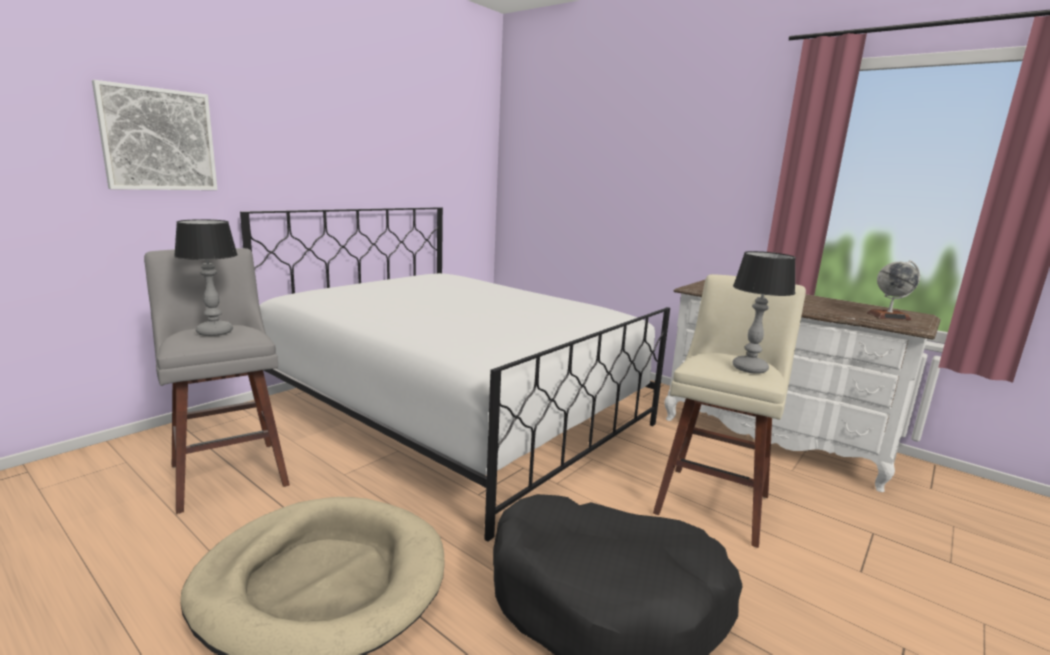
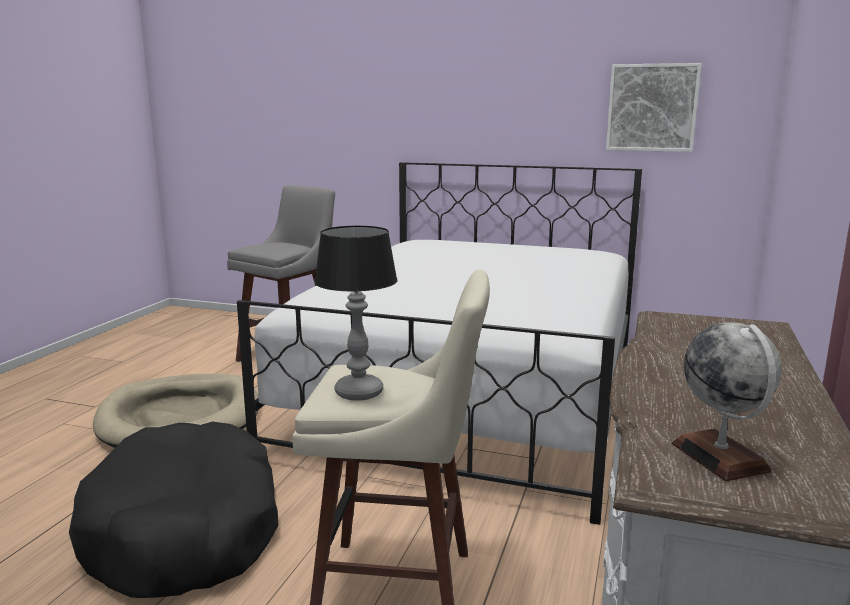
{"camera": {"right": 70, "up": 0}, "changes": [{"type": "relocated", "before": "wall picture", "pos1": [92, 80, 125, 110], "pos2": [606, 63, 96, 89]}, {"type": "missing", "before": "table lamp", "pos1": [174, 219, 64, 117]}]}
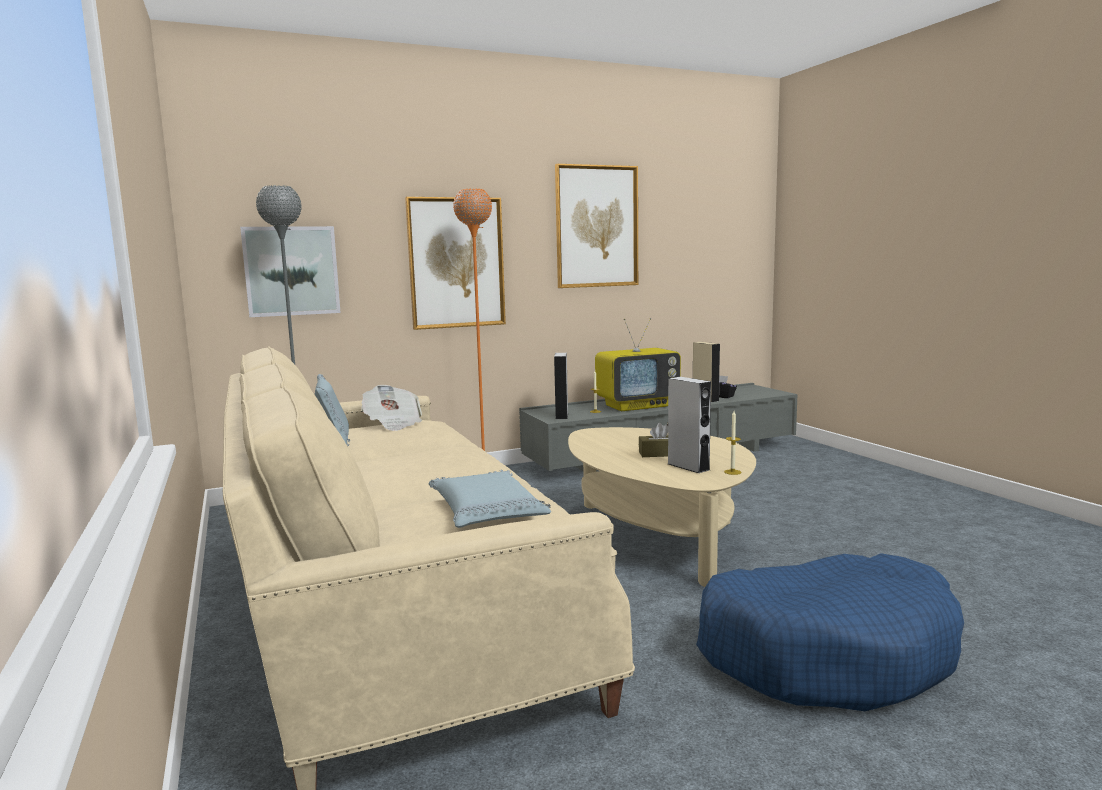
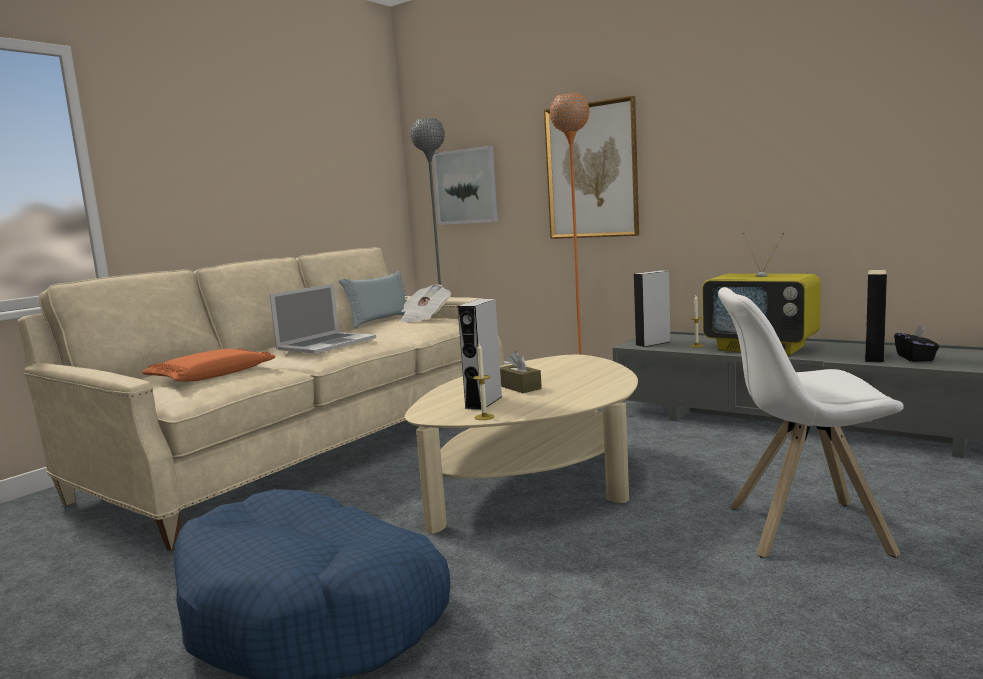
{"camera": {"right": 60, "up": 0}, "changes": [{"type": "missing", "before": "wall picture", "pos1": [555, 164, 83, 124]}, {"type": "colour", "before": "pillow (blue-coloured)", "after": "pillow (orange)", "pos1": [429, 469, 122, 59], "pos2": [142, 348, 134, 34]}, {"type": "appeared", "after": "notebook computer", "pos2": [269, 284, 107, 70]}, {"type": "appeared", "after": "upright chair (white-coloured)", "pos2": [718, 287, 186, 271]}]}
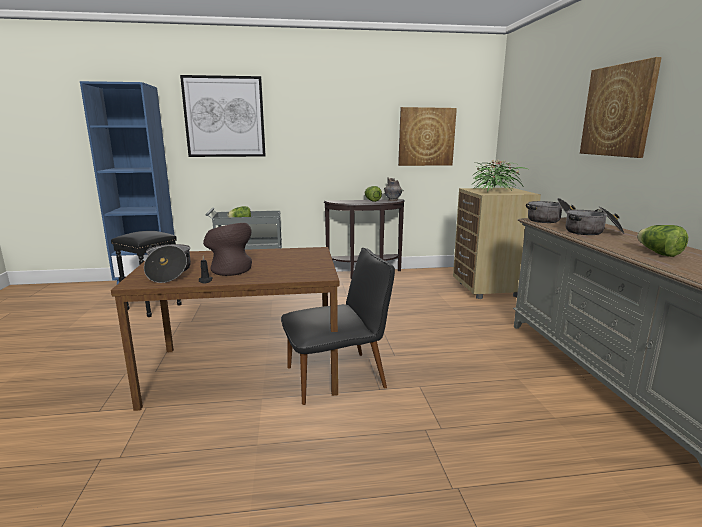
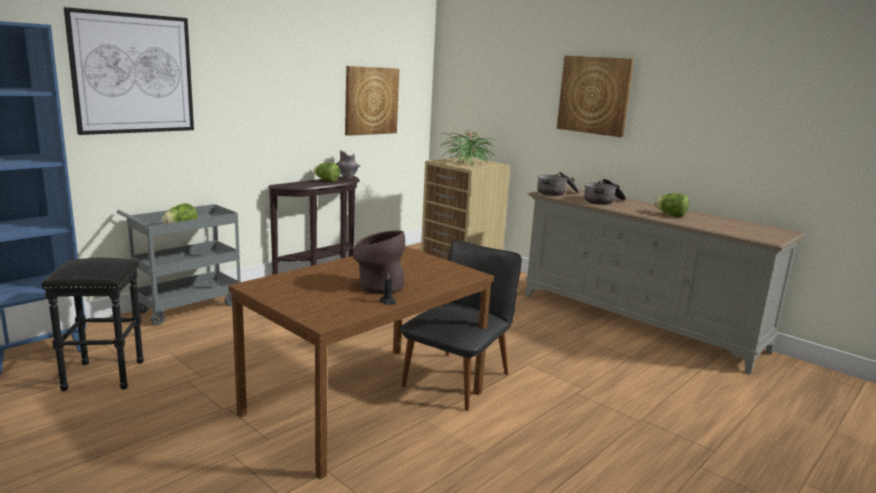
{"camera": {"right": -40, "up": 0}, "changes": [{"type": "missing", "before": "stockpot", "pos1": [144, 244, 47, 39]}]}
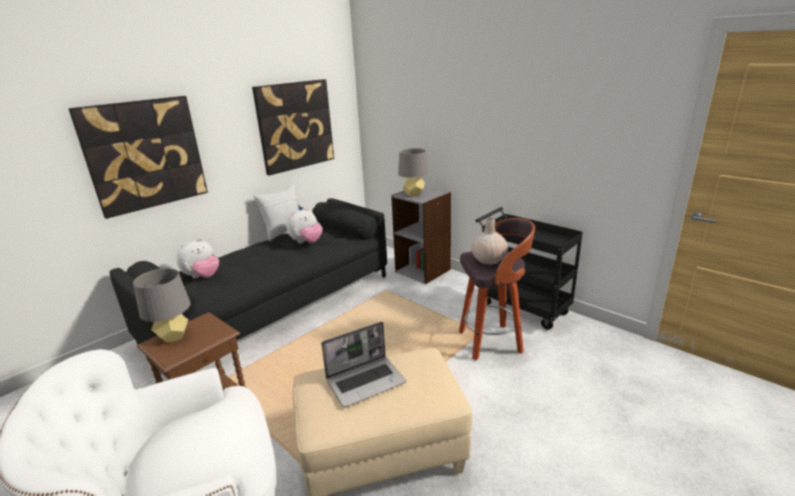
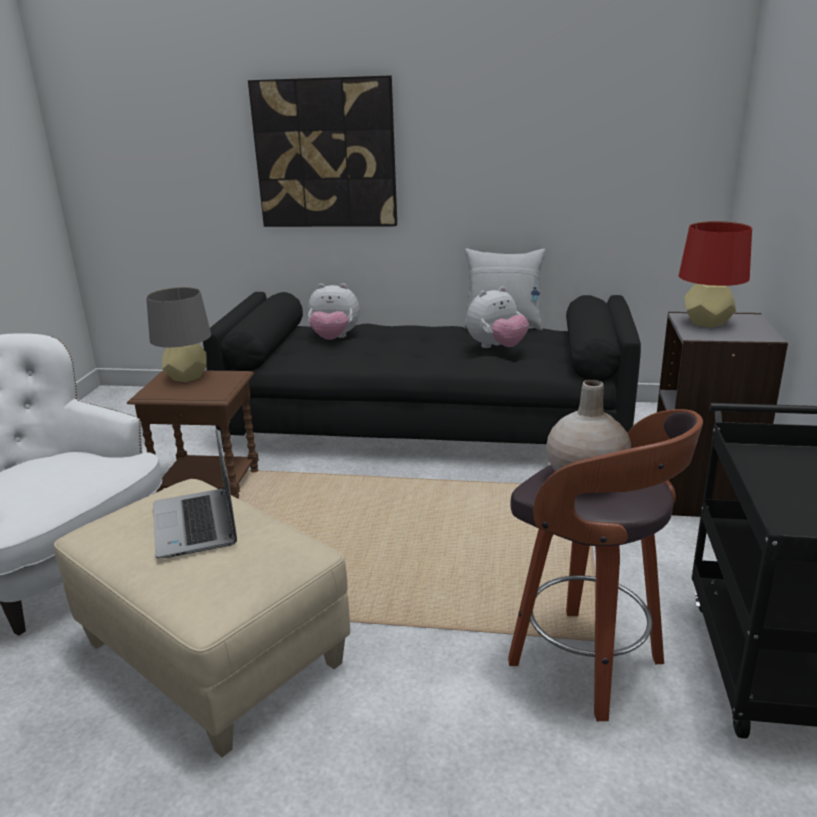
{"camera": {"right": 55, "up": 0}, "changes": [{"type": "missing", "before": "wall picture", "pos1": [252, 79, 82, 97]}, {"type": "colour", "before": "table lamp (greyish)", "after": "table lamp (red)", "pos1": [398, 148, 30, 49], "pos2": [679, 221, 73, 107]}, {"type": "spun", "before": "plush toy", "pos1": [287, 208, 36, 35], "pos2": [467, 286, 62, 62], "turn": -45}, {"type": "spun", "before": "notebook computer", "pos1": [321, 322, 85, 85], "pos2": [153, 430, 84, 128], "turn": 45}]}
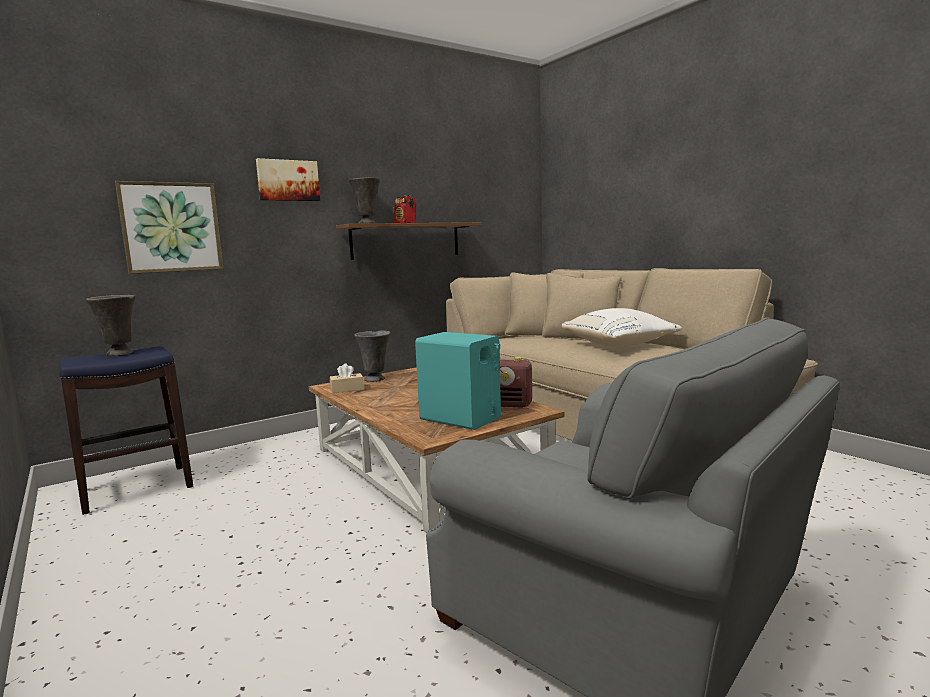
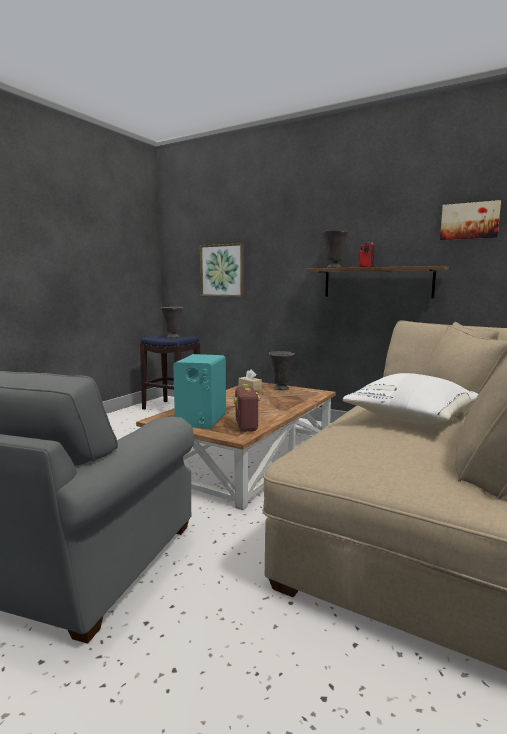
{"camera": {"right": 65, "up": 0}, "changes": [{"type": "relocated", "before": "wall picture", "pos1": [256, 158, 64, 43], "pos2": [440, 200, 61, 40]}]}
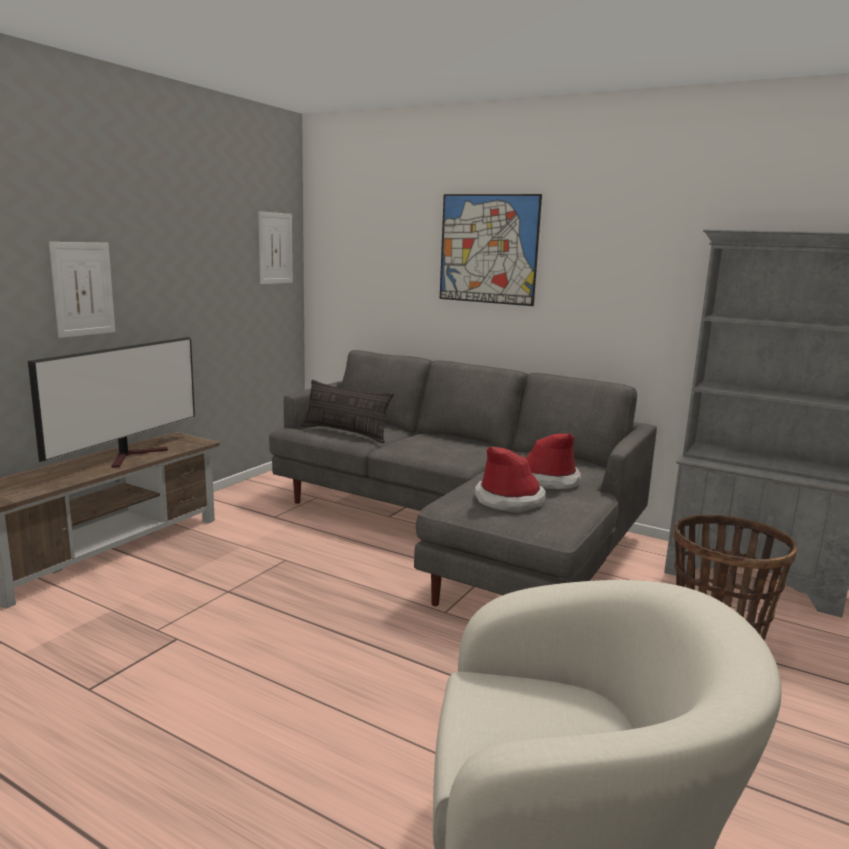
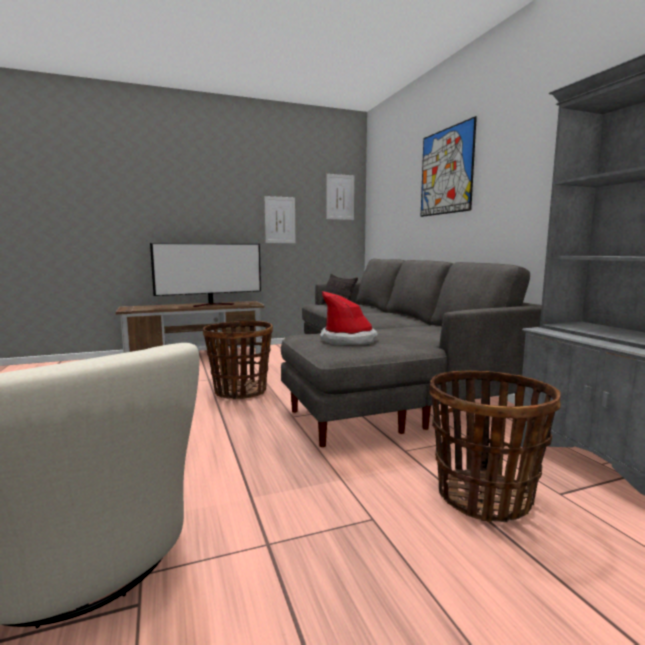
{"camera": {"right": 40, "up": -5}, "changes": [{"type": "relocated", "before": "wall picture", "pos1": [49, 242, 66, 96], "pos2": [265, 196, 30, 47]}, {"type": "missing", "before": "clothing hat", "pos1": [525, 433, 56, 56]}, {"type": "appeared", "after": "basket", "pos2": [203, 321, 70, 78]}]}
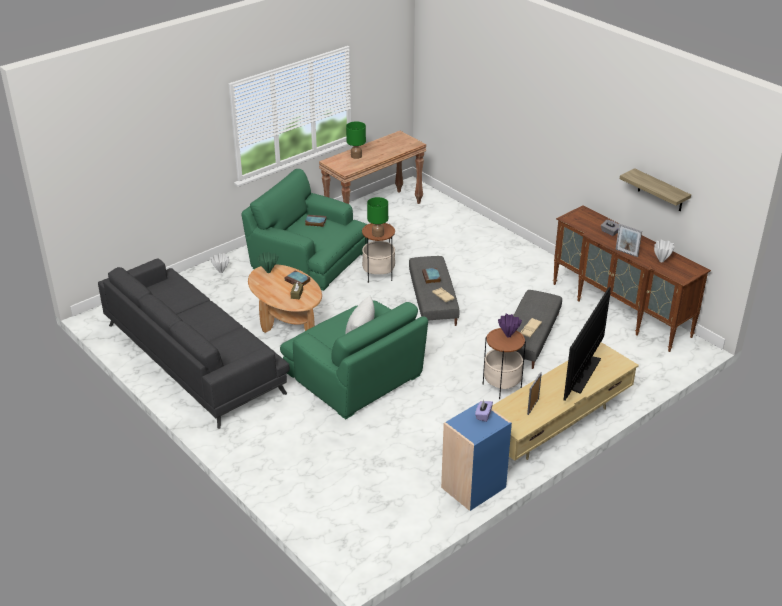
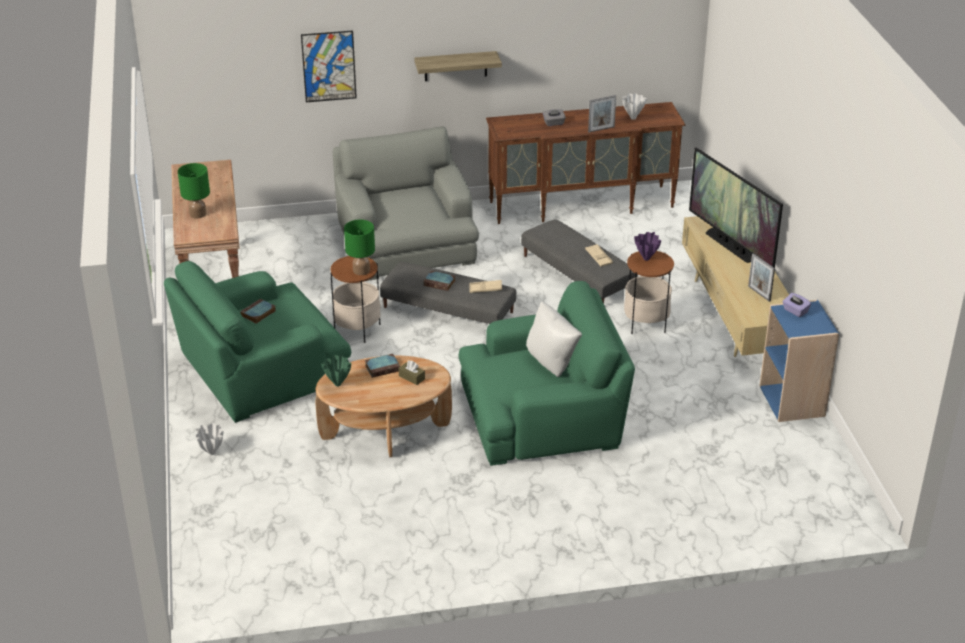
{"camera": {"right": -60, "up": 0}, "changes": [{"type": "relocated", "before": "wall shelf", "pos1": [620, 168, 71, 43], "pos2": [414, 51, 88, 30]}, {"type": "missing", "before": "couch (greyish)", "pos1": [98, 258, 192, 171]}, {"type": "appeared", "after": "wall picture", "pos2": [301, 30, 56, 72]}, {"type": "appeared", "after": "lounge chair (greyish)", "pos2": [333, 126, 146, 155]}]}
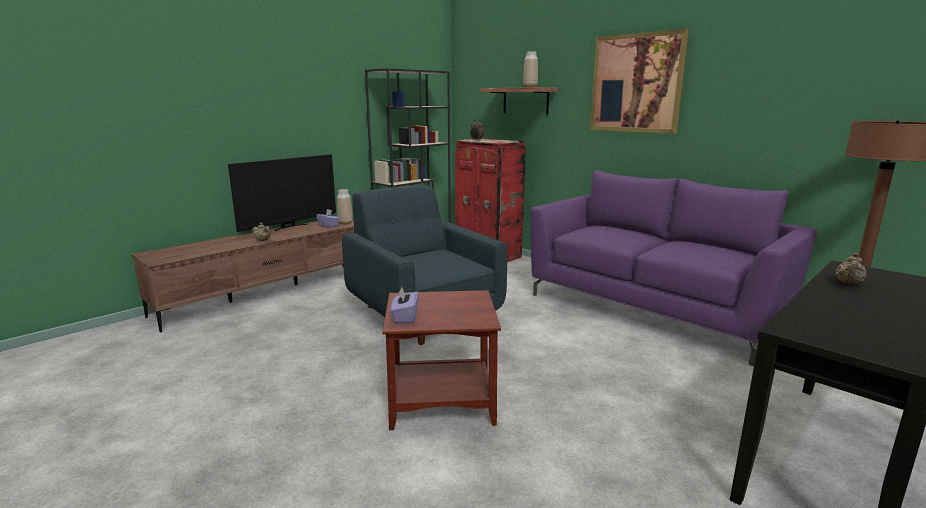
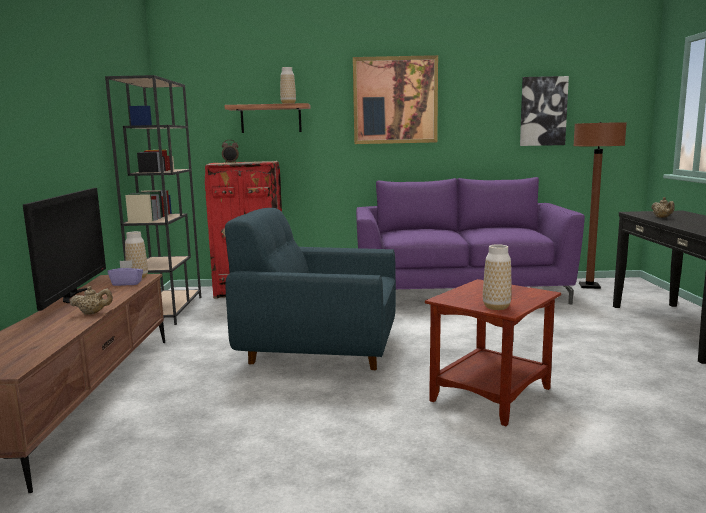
{"camera": {"right": -45, "up": -5}, "changes": [{"type": "exchanged", "before": "tissue holder (purple)", "after": "vase", "pos1": [391, 287, 27, 36], "pos2": [483, 244, 29, 66]}, {"type": "appeared", "after": "wall picture", "pos2": [520, 76, 49, 70]}]}
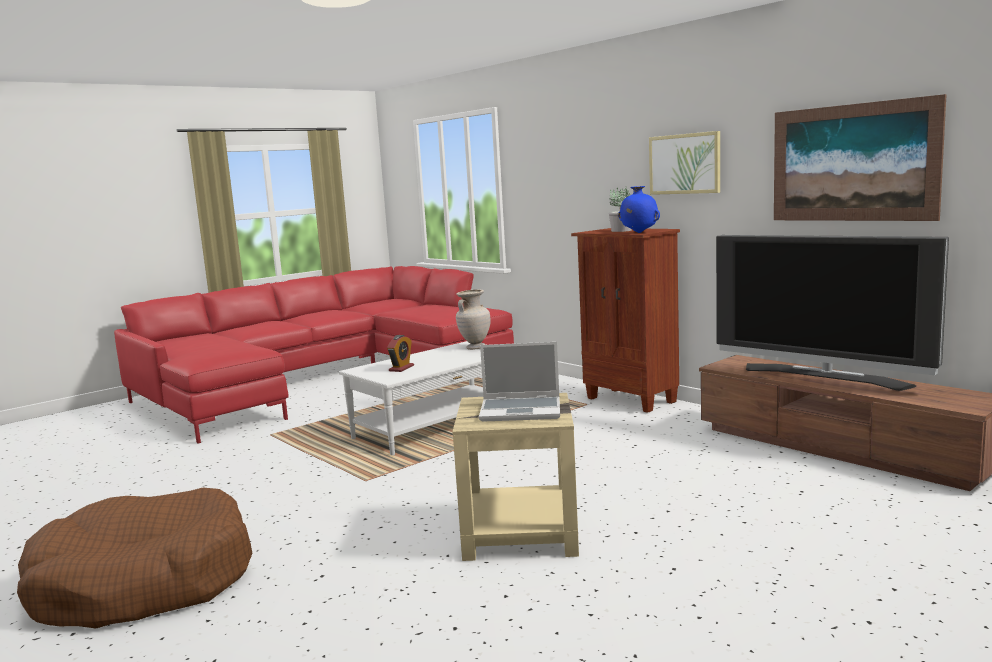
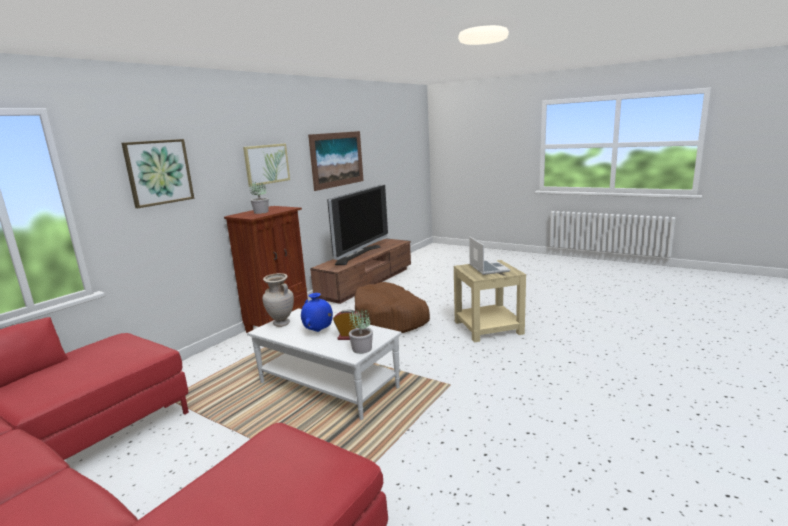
{"camera": {"right": -105, "up": 5}, "changes": [{"type": "relocated", "before": "vase (blue-coloured)", "pos1": [618, 186, 42, 47], "pos2": [301, 293, 32, 39]}, {"type": "relocated", "before": "pet bed (brown)", "pos1": [17, 488, 235, 140], "pos2": [355, 282, 75, 51]}, {"type": "appeared", "after": "wall picture", "pos2": [121, 139, 73, 69]}, {"type": "appeared", "after": "potted plant", "pos2": [349, 308, 24, 46]}]}
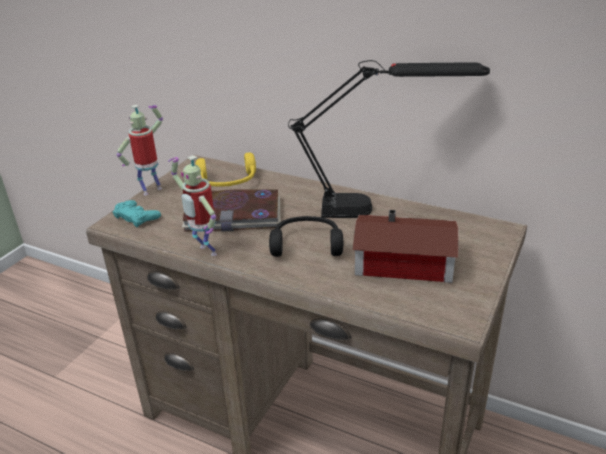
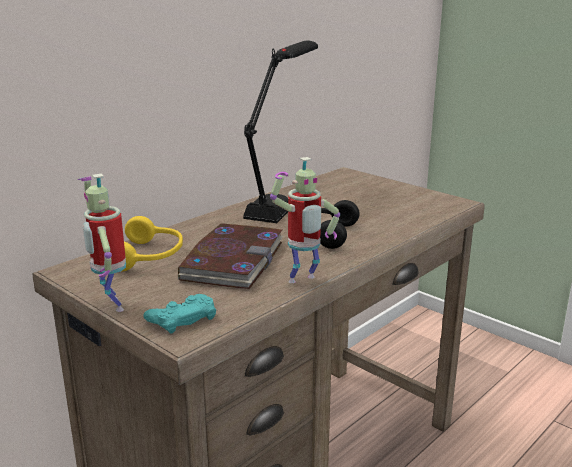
{"camera": {"right": -75, "up": -10}, "changes": [{"type": "missing", "before": "miniature house", "pos1": [352, 210, 106, 73]}]}
